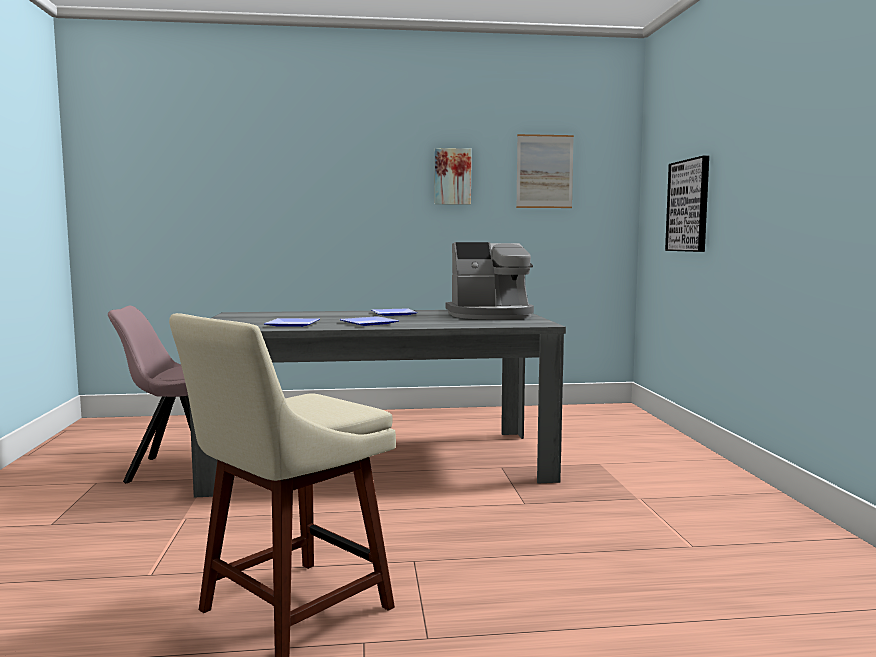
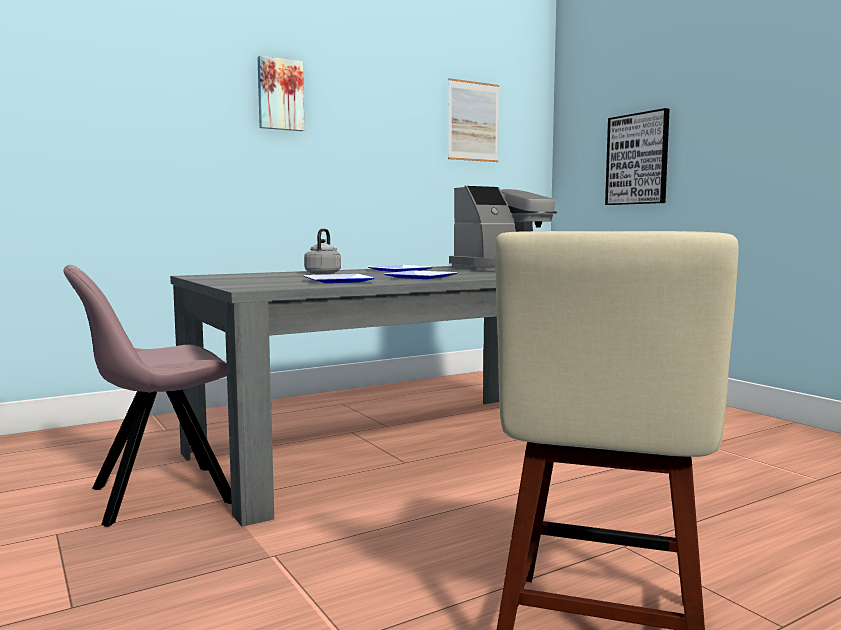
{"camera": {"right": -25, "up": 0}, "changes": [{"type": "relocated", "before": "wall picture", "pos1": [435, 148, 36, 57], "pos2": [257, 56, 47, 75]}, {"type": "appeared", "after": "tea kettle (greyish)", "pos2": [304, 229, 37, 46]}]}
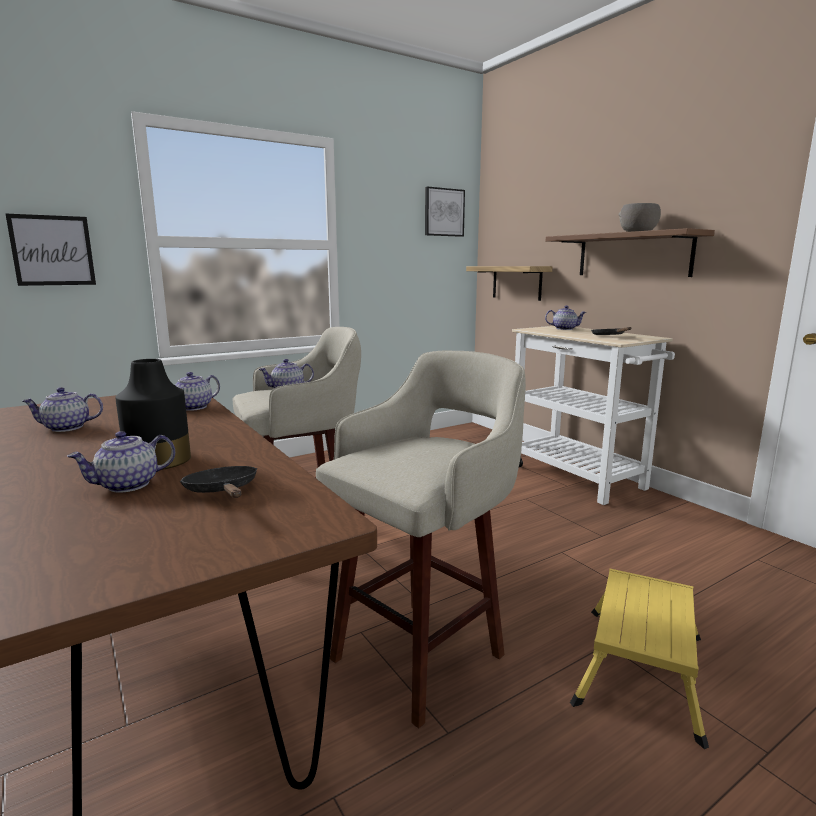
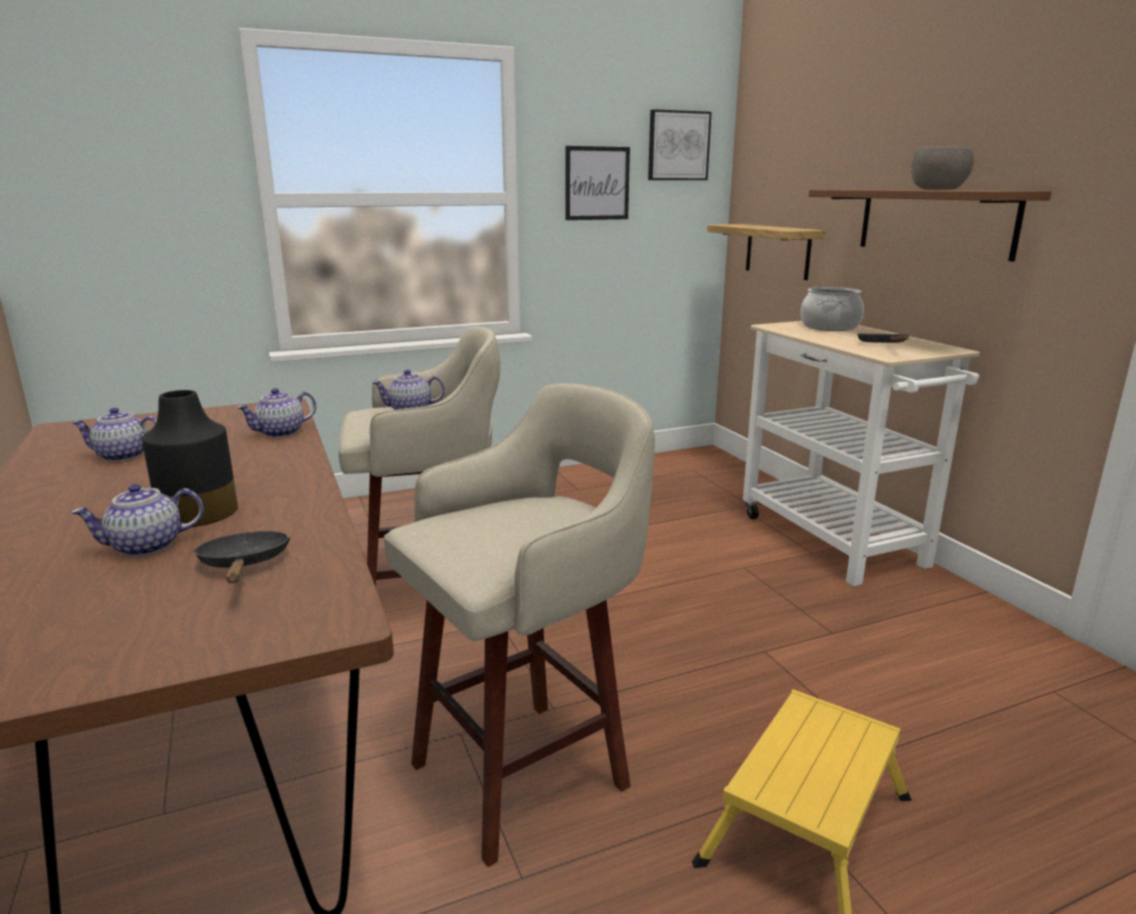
{"camera": {"right": 10, "up": 5}, "changes": [{"type": "relocated", "before": "wall picture", "pos1": [6, 214, 90, 72], "pos2": [565, 146, 65, 74]}, {"type": "exchanged", "before": "teapot", "after": "stockpot", "pos1": [545, 306, 41, 24], "pos2": [801, 287, 63, 44]}]}
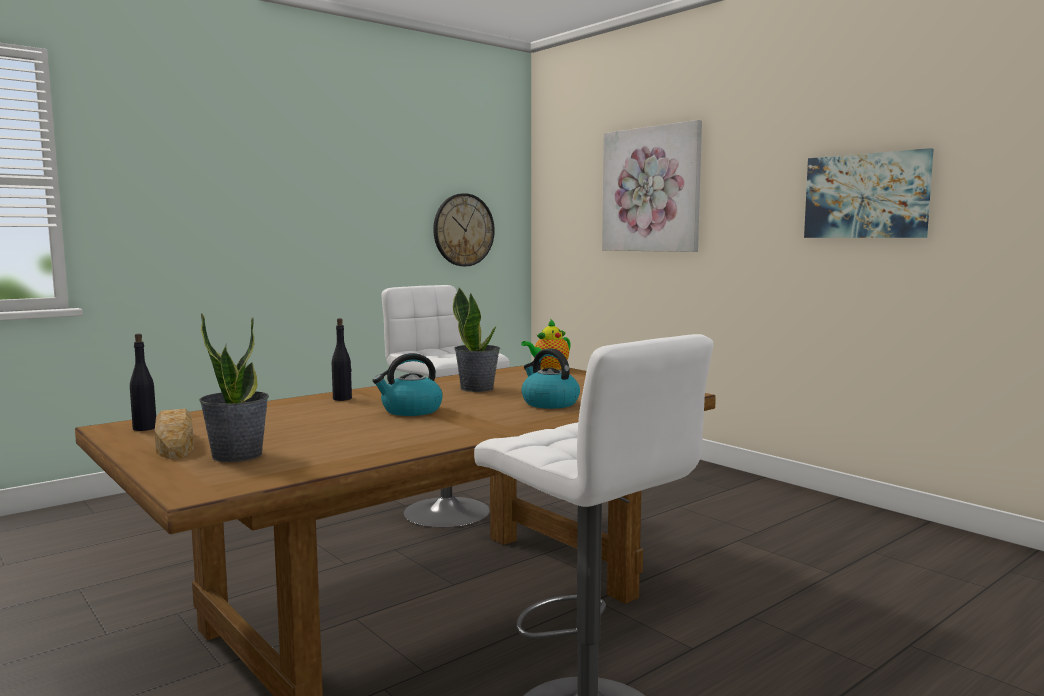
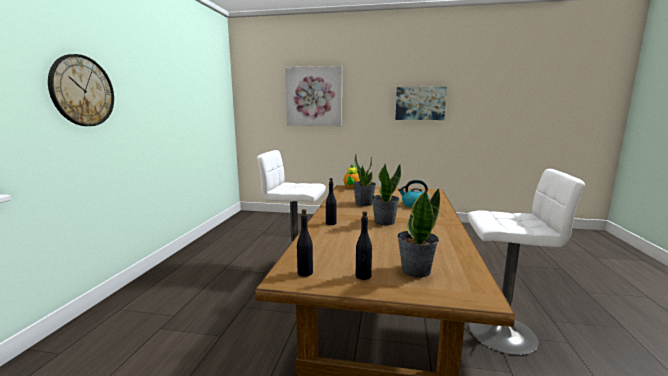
{"camera": {"right": -40, "up": 5}, "changes": [{"type": "relocated", "before": "wall clock", "pos1": [433, 193, 62, 73], "pos2": [48, 54, 66, 72]}, {"type": "exchanged", "before": "tea kettle", "after": "potted plant", "pos1": [372, 353, 71, 63], "pos2": [371, 164, 30, 62]}, {"type": "exchanged", "before": "bakery bread", "after": "drink bottle (black-coloured)", "pos1": [155, 409, 39, 50], "pos2": [356, 211, 16, 69]}]}
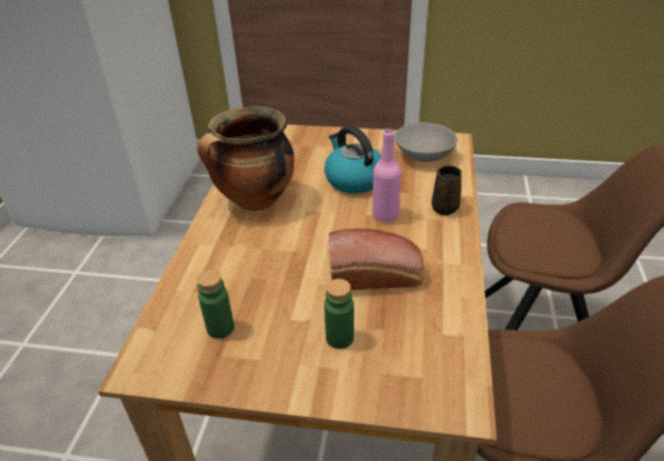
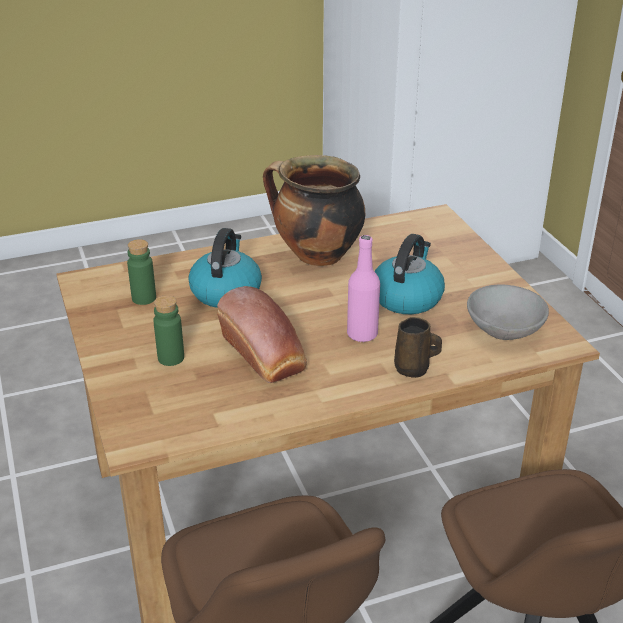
{"camera": {"right": 60, "up": -5}, "changes": [{"type": "appeared", "after": "tea kettle", "pos2": [188, 228, 74, 80]}]}
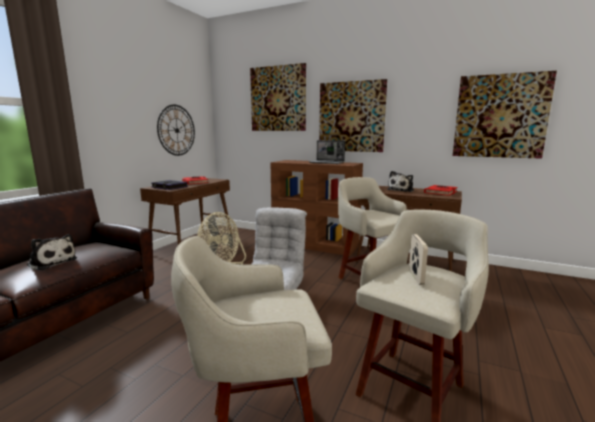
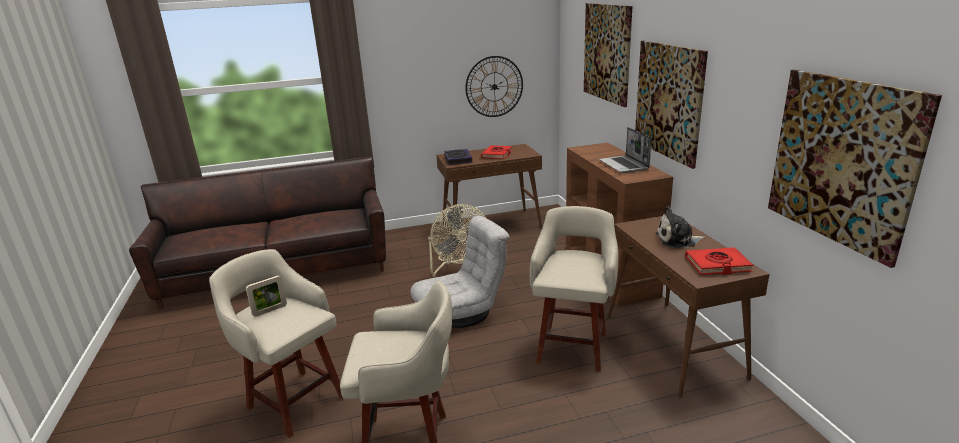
{"camera": {"right": 50, "up": 10}, "changes": [{"type": "missing", "before": "plush toy", "pos1": [27, 234, 50, 36]}, {"type": "relocated", "before": "standing frame", "pos1": [409, 234, 19, 51], "pos2": [246, 275, 41, 42]}]}
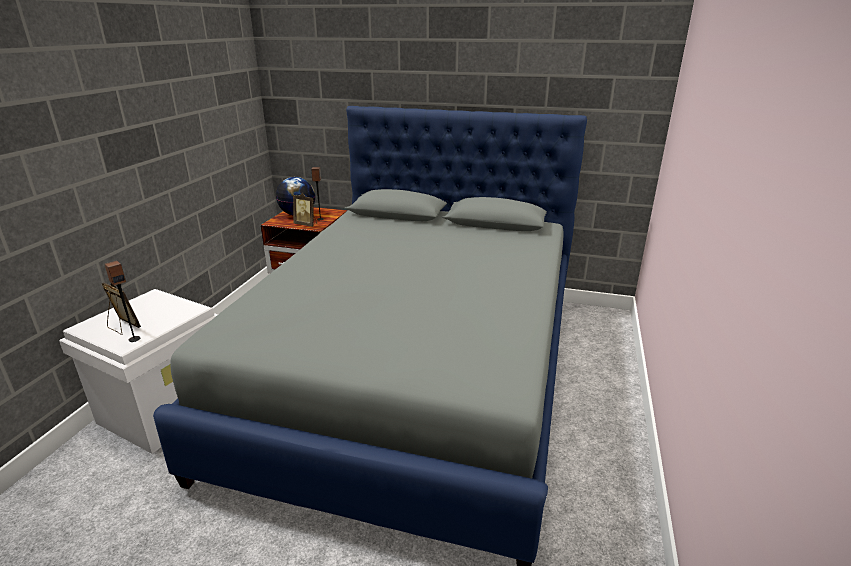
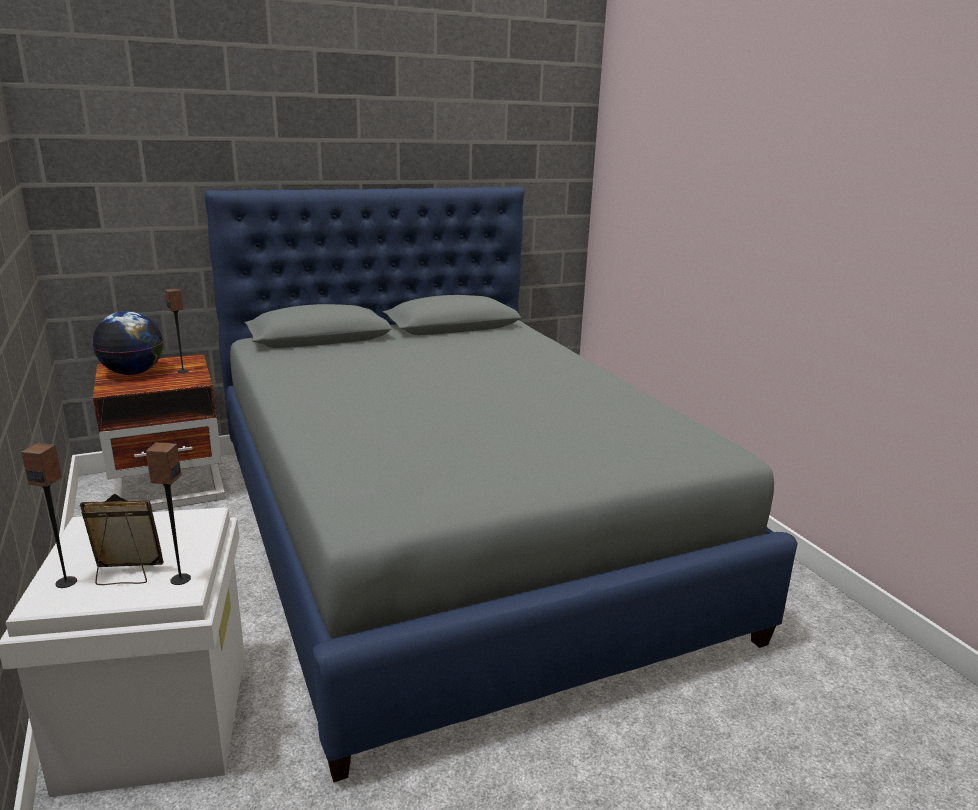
{"camera": {"right": -40, "up": -5}, "changes": [{"type": "missing", "before": "standing frame", "pos1": [293, 193, 24, 34]}, {"type": "appeared", "after": "audio speaker", "pos2": [21, 443, 56, 145]}]}
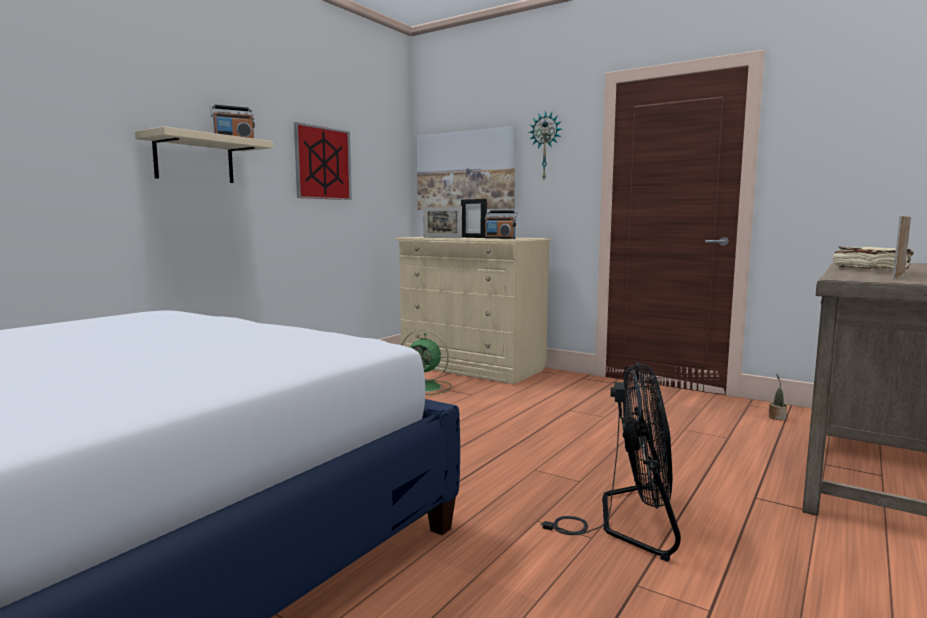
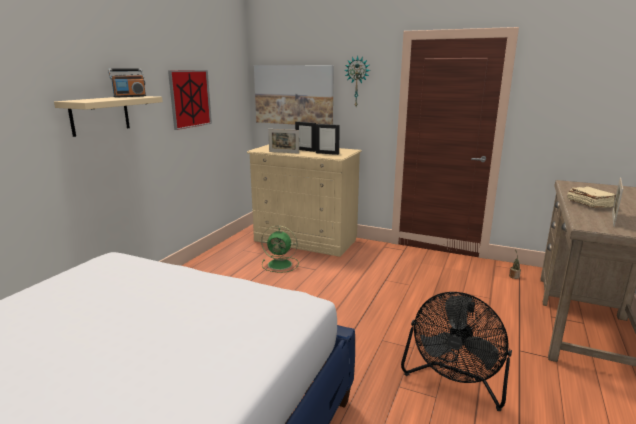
{"camera": {"right": -10, "up": 10}, "changes": [{"type": "exchanged", "before": "radio set", "after": "standing frame", "pos1": [485, 210, 33, 29], "pos2": [316, 124, 24, 31]}, {"type": "spun", "before": "electric fan (black-coloured)", "pos1": [540, 362, 141, 200], "pos2": [401, 292, 111, 119], "turn": 120}]}
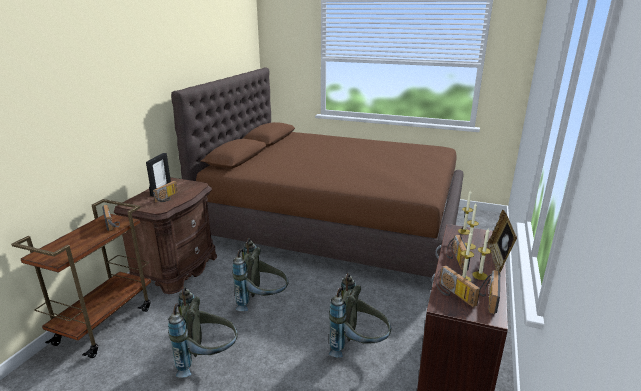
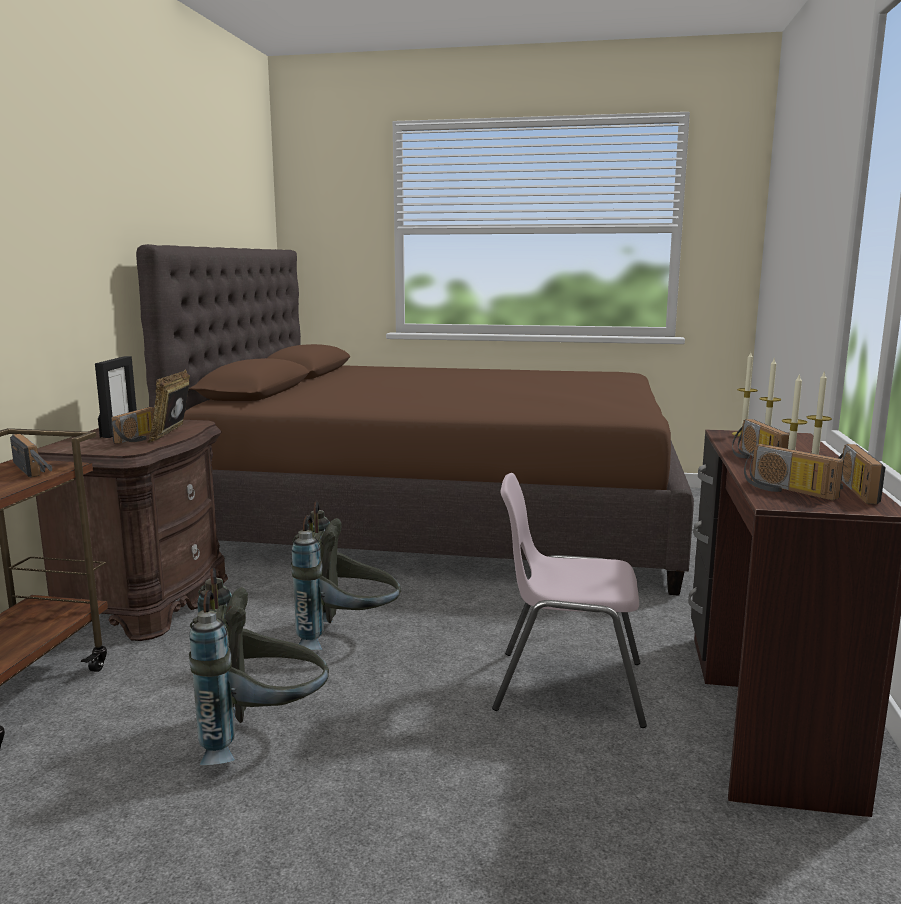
{"camera": {"right": -10, "up": -10}, "changes": [{"type": "relocated", "before": "standing frame", "pos1": [487, 210, 30, 62], "pos2": [148, 370, 42, 72]}, {"type": "exchanged", "before": "knapsack (greyish)", "after": "upright chair (pink)", "pos1": [329, 273, 62, 85], "pos2": [492, 473, 155, 255]}]}
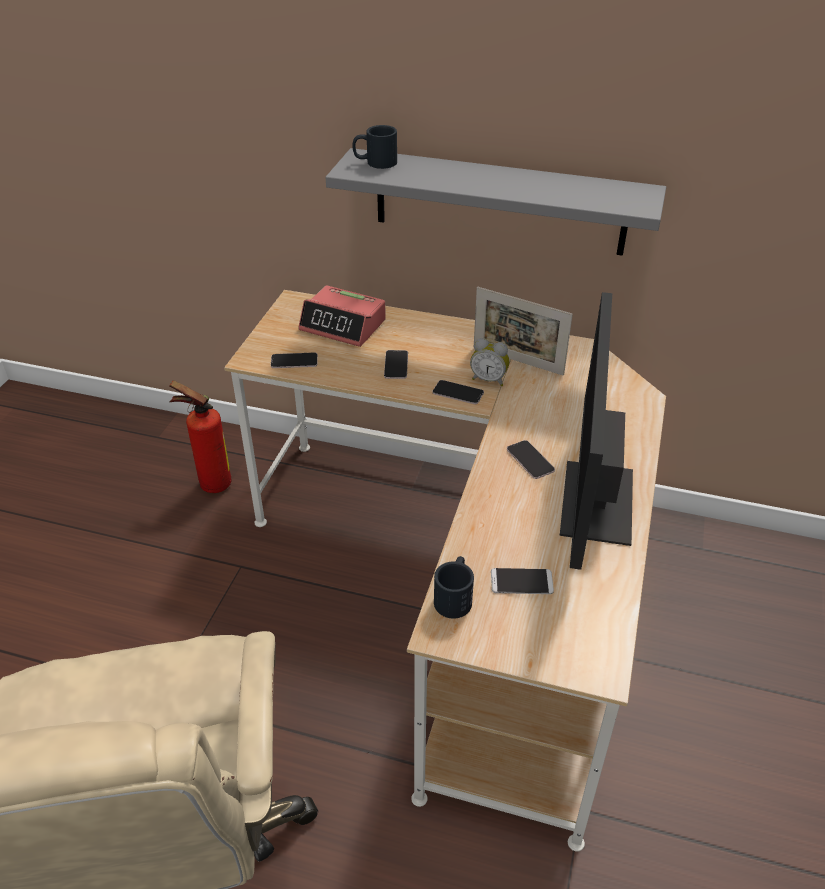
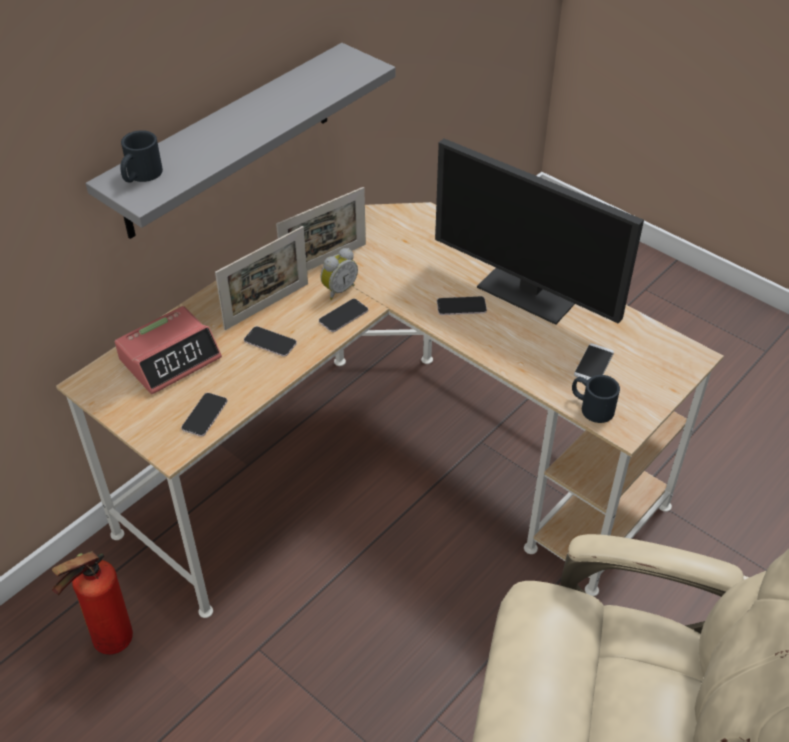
{"camera": {"right": -65, "up": 5}, "changes": [{"type": "appeared", "after": "standing frame", "pos2": [215, 226, 93, 104]}]}
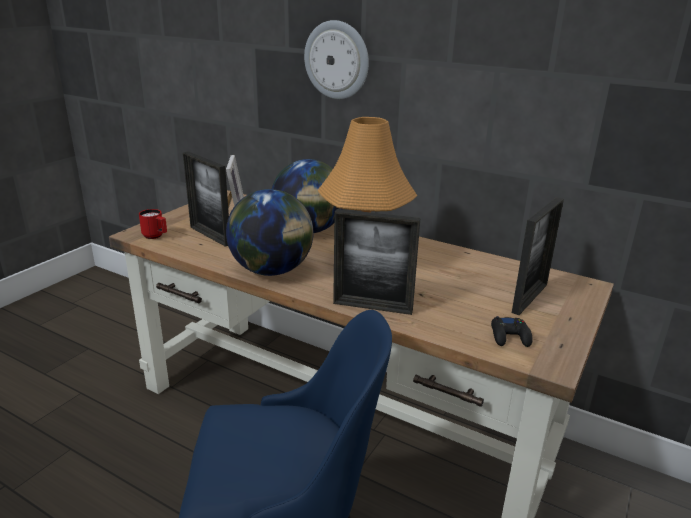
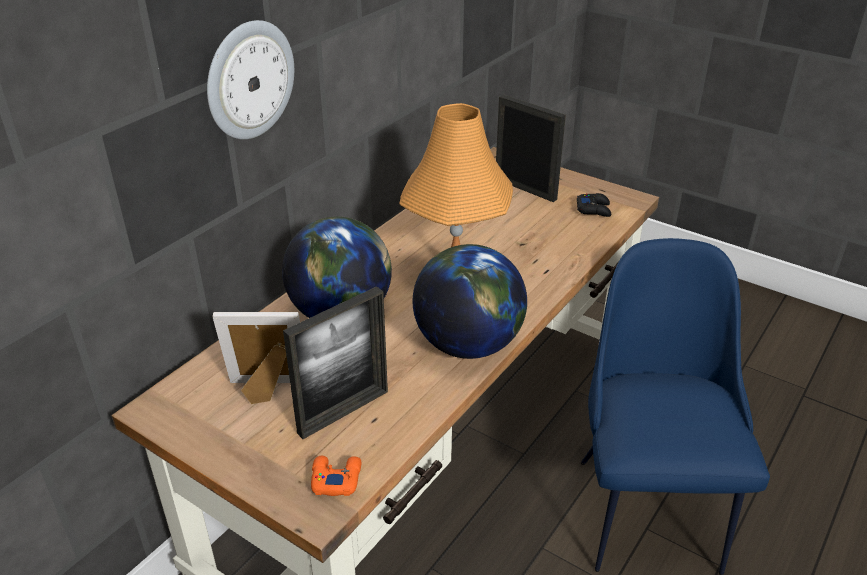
{"camera": {"right": -85, "up": 10}, "changes": [{"type": "exchanged", "before": "tea mug (red)", "after": "joypad (orange)", "pos1": [139, 209, 28, 30], "pos2": [311, 456, 50, 40]}, {"type": "missing", "before": "standing frame", "pos1": [333, 209, 87, 106]}]}
